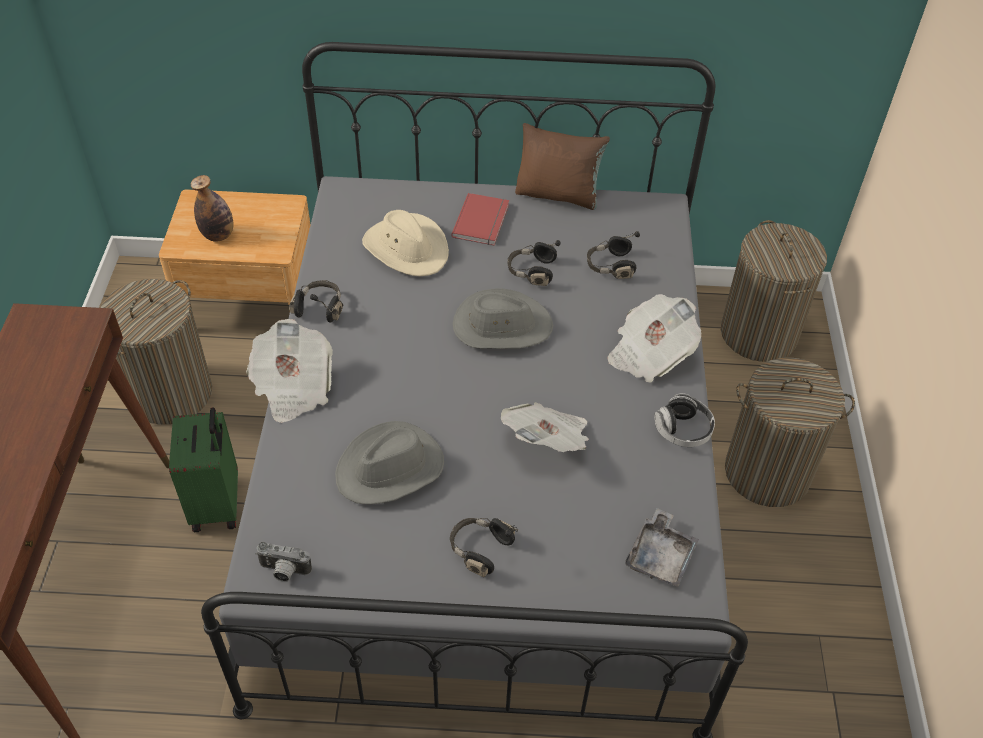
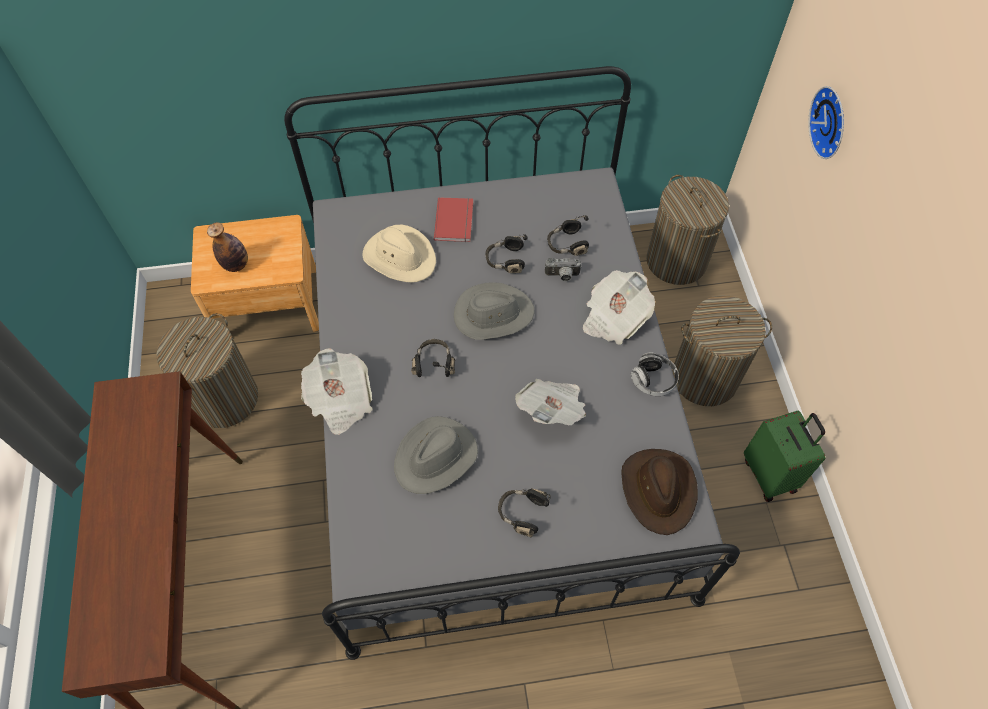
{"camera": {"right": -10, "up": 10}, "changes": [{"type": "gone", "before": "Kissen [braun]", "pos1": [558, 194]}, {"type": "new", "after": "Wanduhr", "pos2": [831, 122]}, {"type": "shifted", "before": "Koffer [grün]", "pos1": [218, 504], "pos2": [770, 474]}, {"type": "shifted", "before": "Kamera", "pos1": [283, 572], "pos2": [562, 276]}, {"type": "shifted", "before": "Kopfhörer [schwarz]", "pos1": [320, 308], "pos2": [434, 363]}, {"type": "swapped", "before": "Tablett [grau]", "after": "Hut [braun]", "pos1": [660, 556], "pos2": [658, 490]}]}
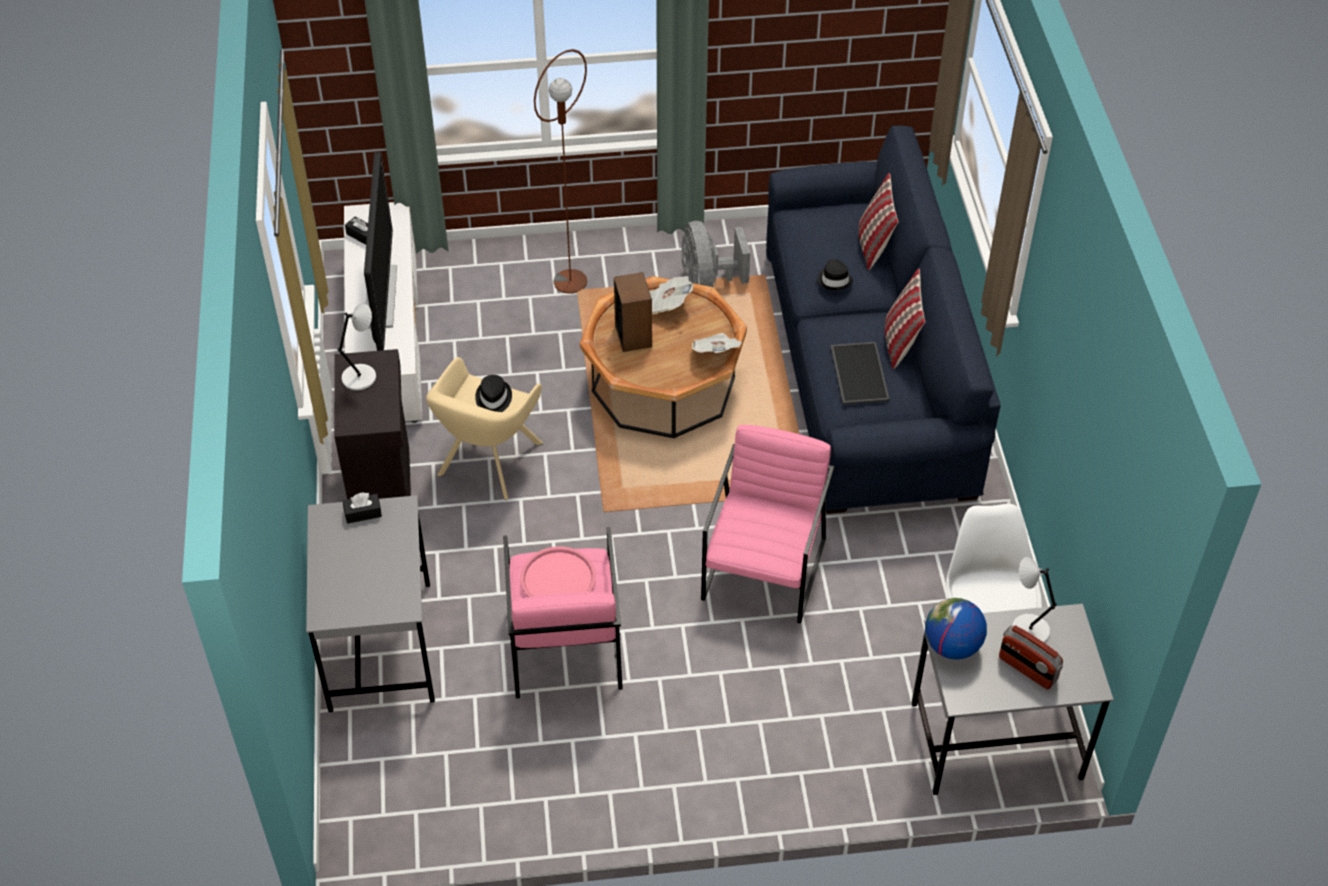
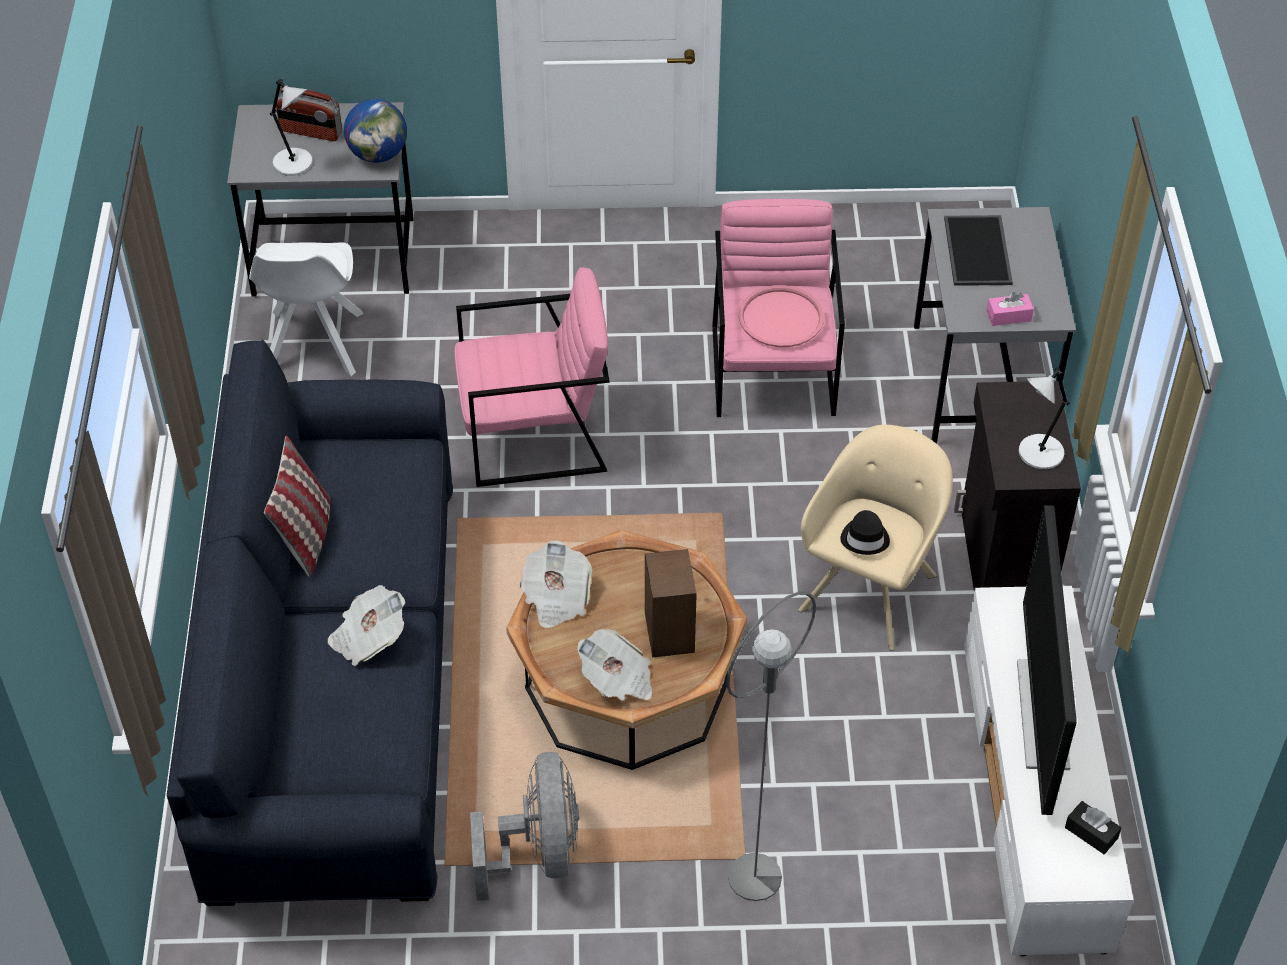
{"camera": {"right": -175, "up": 0}, "changes": [{"type": "gone", "before": "Kissen", "pos1": [873, 245]}, {"type": "shifted", "before": "Tablett", "pos1": [857, 373], "pos2": [979, 251]}, {"type": "swapped", "before": "Hut [schwarz]", "after": "Zeitung", "pos1": [834, 280], "pos2": [368, 638]}, {"type": "repainted", "before": "Taschentuchbox [schwarz]", "after": "Taschentuchbox [rosa]", "pos1": [363, 513], "pos2": [1008, 316]}, {"type": "repainted", "before": "Stehlampe [braun]", "after": "Stehlampe [grau]", "pos1": [570, 281], "pos2": [754, 877]}, {"type": "rotated", "before": "Sessel [rosa]", "pos1": [765, 569], "pos2": [535, 435], "turn": -120}, {"type": "rotated", "before": "Radio", "pos1": [1027, 669], "pos2": [311, 132], "turn": 150}]}
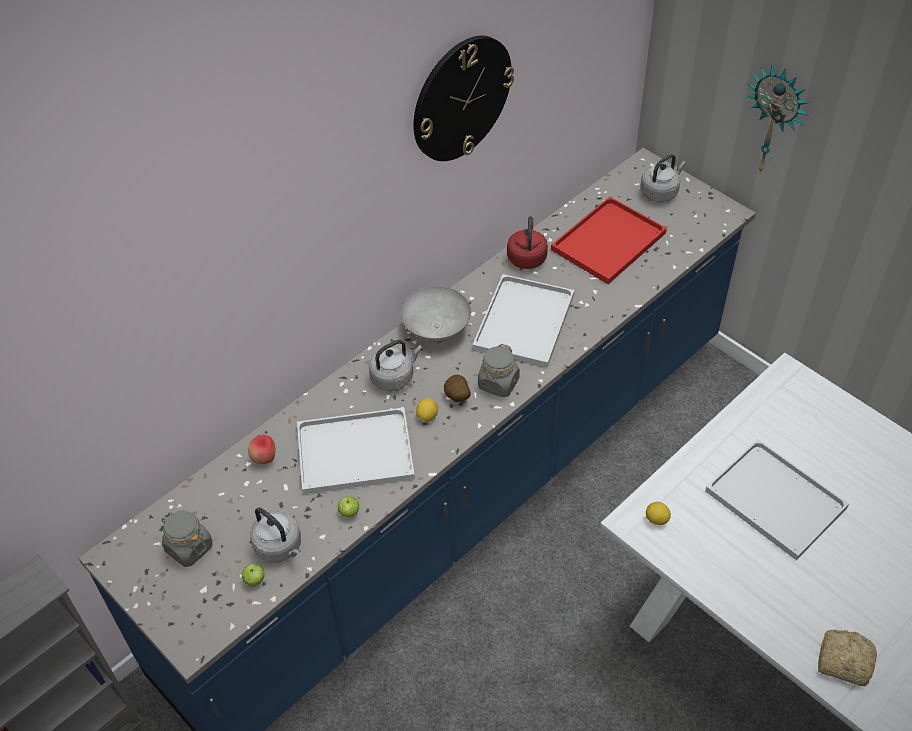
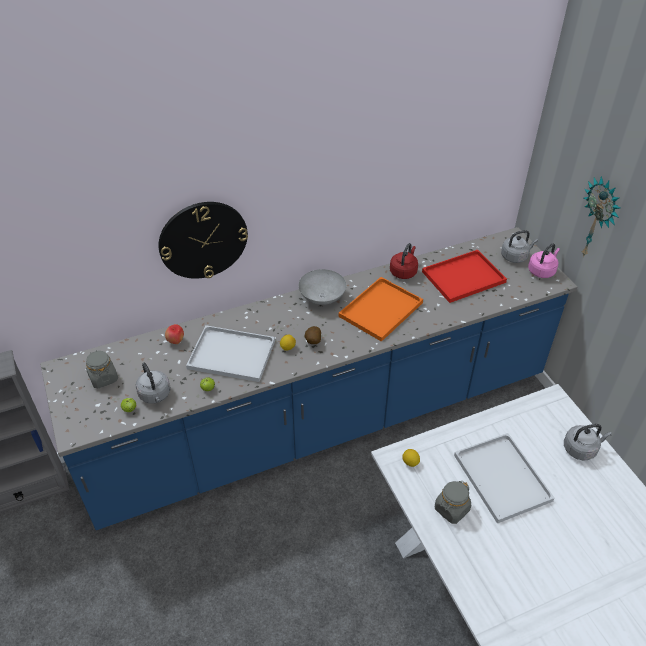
{"camera": {"right": 20, "up": -5}, "changes": [{"type": "gone", "before": "Brot", "pos1": [842, 660]}, {"type": "new", "after": "Wasserkessel [rosa]", "pos2": [542, 271]}, {"type": "shifted", "before": "Wasserkessel [grau]", "pos1": [394, 377], "pos2": [581, 449]}, {"type": "shifted", "before": "Wanduhr", "pos1": [461, 98], "pos2": [203, 240]}, {"type": "shifted", "before": "Vorratsglas [grau]", "pos1": [498, 383], "pos2": [451, 509]}, {"type": "repainted", "before": "Tablett [weiß]", "after": "Tablett [orange]", "pos1": [524, 323], "pos2": [380, 311]}]}
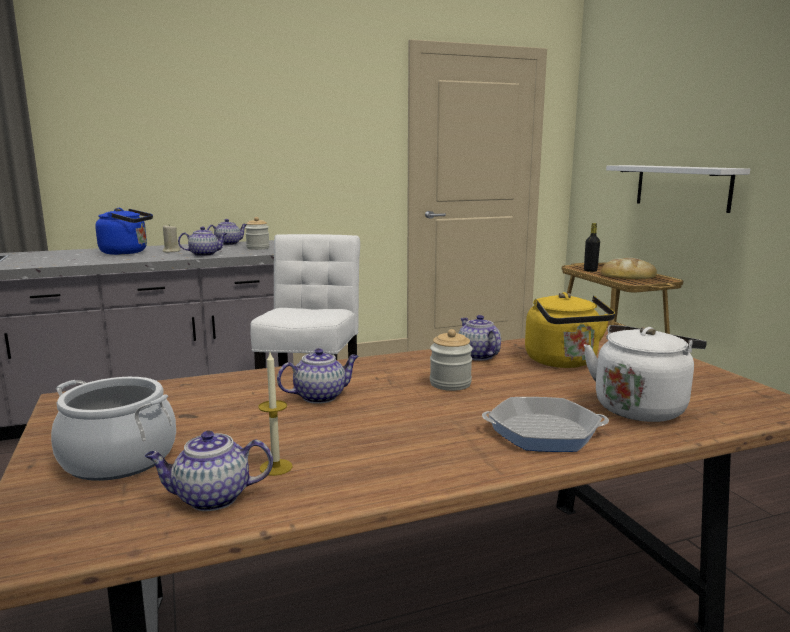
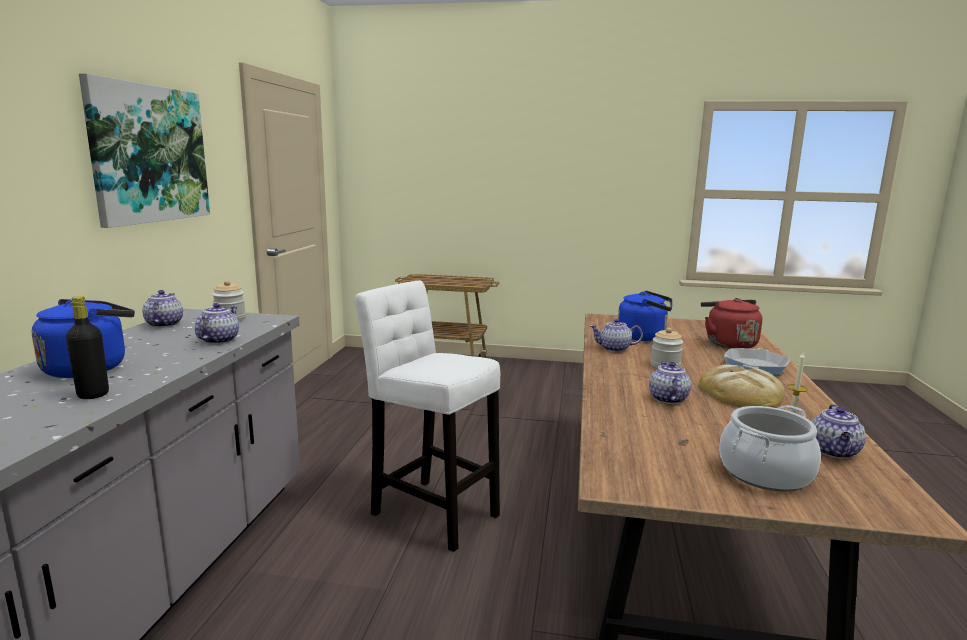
{"camera": {"right": -60, "up": 0}, "changes": [{"type": "gone", "before": "Kerze [beige]", "pos1": [171, 251]}, {"type": "gone", "before": "Wandregal [weiß]", "pos1": [682, 187]}, {"type": "new", "after": "Bild", "pos2": [149, 154]}, {"type": "shifted", "before": "Flasche [schwarz]", "pos1": [590, 270], "pos2": [93, 394]}, {"type": "shifted", "before": "Brot", "pos1": [628, 274], "pos2": [741, 393]}, {"type": "repainted", "before": "Wasserkessel [gelb]", "after": "Wasserkessel [blau]", "pos1": [564, 362], "pos2": [644, 337]}, {"type": "repainted", "before": "Wasserkessel [weiß]", "after": "Wasserkessel [rot]", "pos1": [640, 407], "pos2": [728, 344]}]}
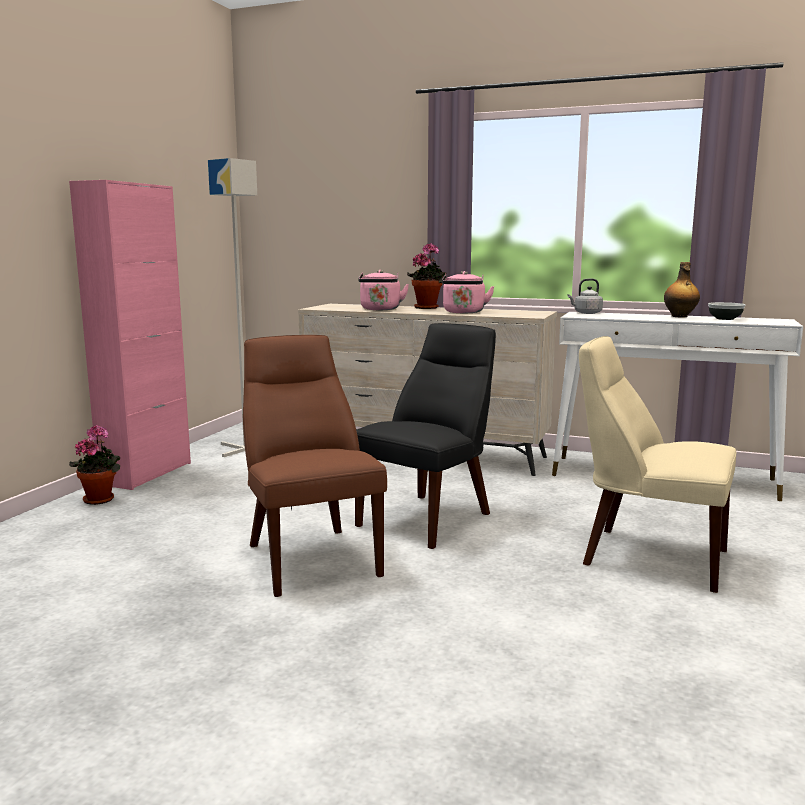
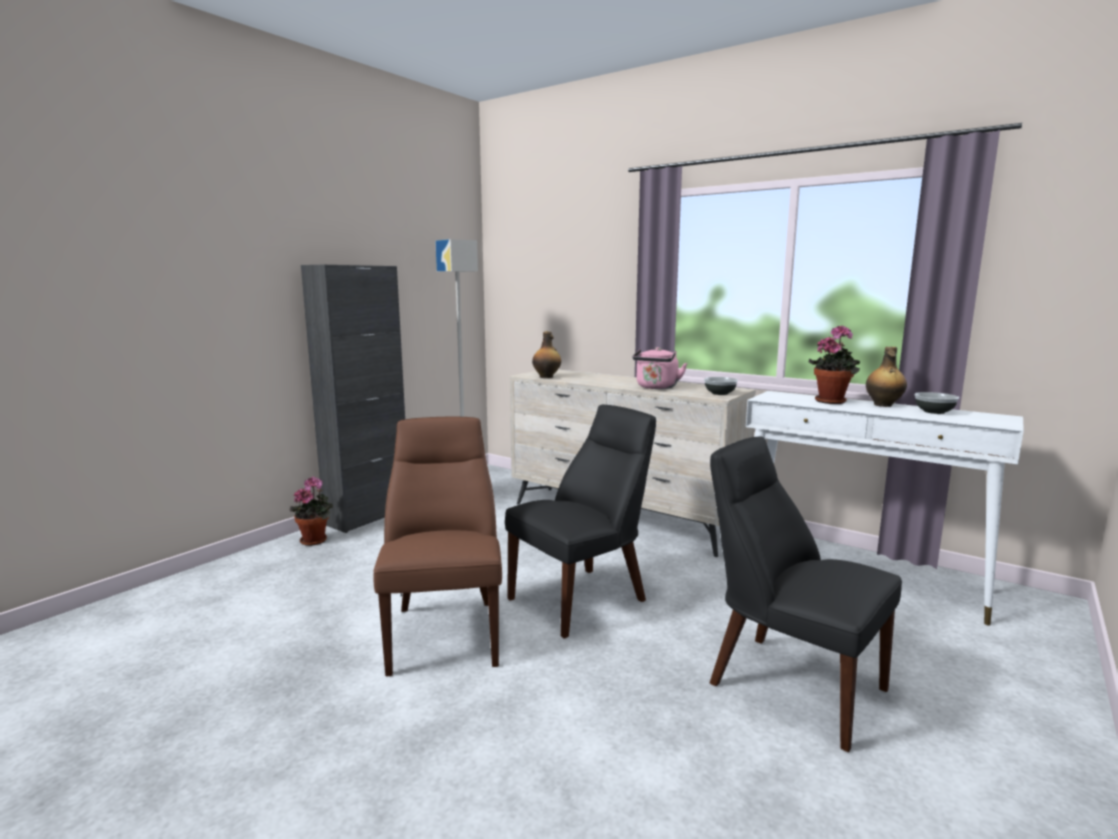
{"camera": {"right": 15, "up": 0}, "changes": [{"type": "gone", "before": "Wasserkessel [rosa]", "pos1": [380, 309]}, {"type": "gone", "before": "Wasserkessel [grau]", "pos1": [586, 313]}, {"type": "new", "after": "Flasche", "pos2": [547, 377]}, {"type": "new", "after": "Schüssel", "pos2": [720, 393]}, {"type": "shifted", "before": "Topfpflanze", "pos1": [428, 307], "pos2": [832, 401]}, {"type": "repainted", "before": "Schrank [rosa]", "after": "Schrank [schwarz]", "pos1": [146, 473], "pos2": [368, 516]}, {"type": "repainted", "before": "Stuhl [beige]", "after": "Stuhl [schwarz]", "pos1": [647, 556], "pos2": [789, 683]}]}
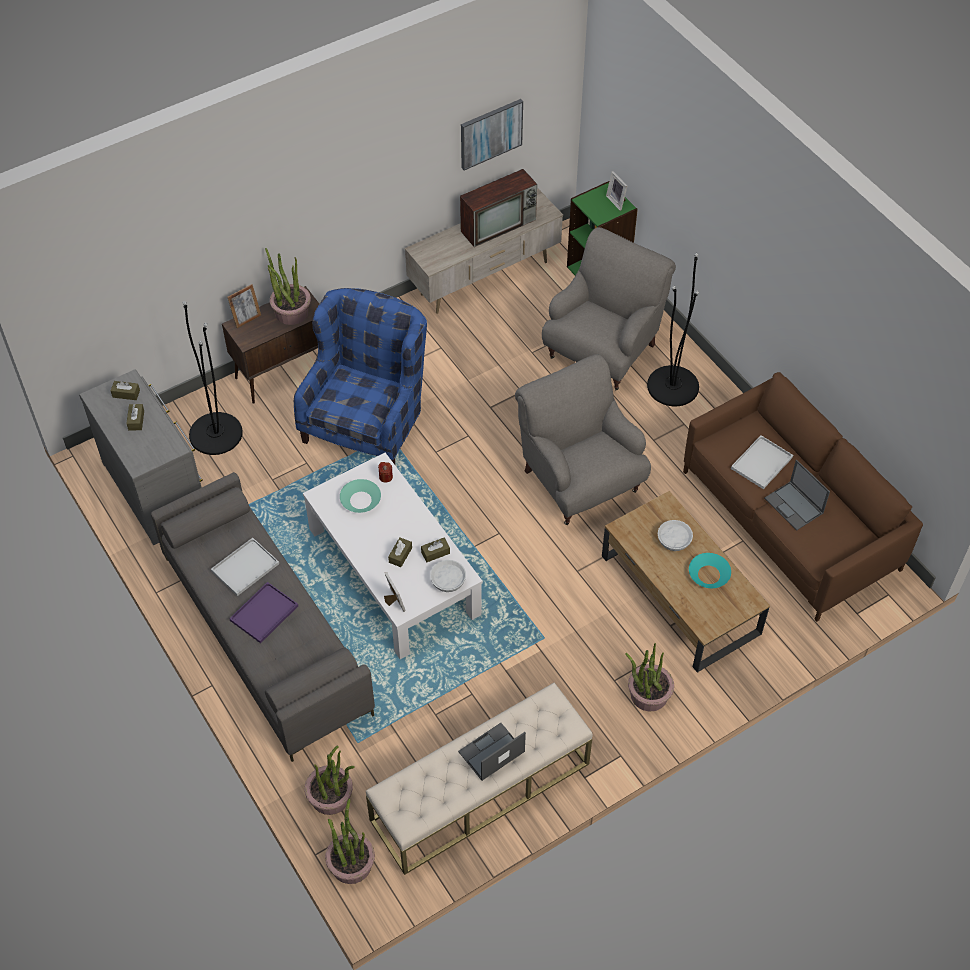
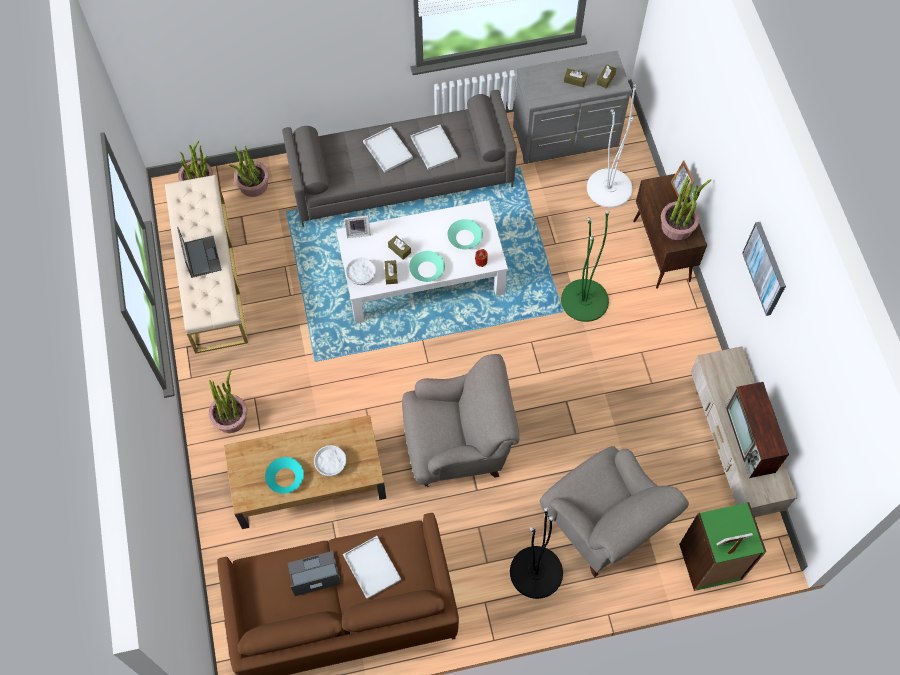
{"camera": {"right": 110, "up": 10}, "changes": [{"type": "new", "after": "Schüssel [türkis]", "pos2": [427, 269]}, {"type": "shifted", "before": "Bild", "pos1": [490, 133], "pos2": [765, 268]}, {"type": "swapped", "before": "Sessel [blau]", "after": "Stehlampe [grün]", "pos1": [368, 420], "pos2": [584, 300]}, {"type": "repainted", "before": "Stehlampe [schwarz]", "after": "Stehlampe [weiß]", "pos1": [215, 433], "pos2": [609, 188]}, {"type": "repainted", "before": "Tablett [lila]", "after": "Tablett [weiß]", "pos1": [263, 614], "pos2": [387, 149]}]}
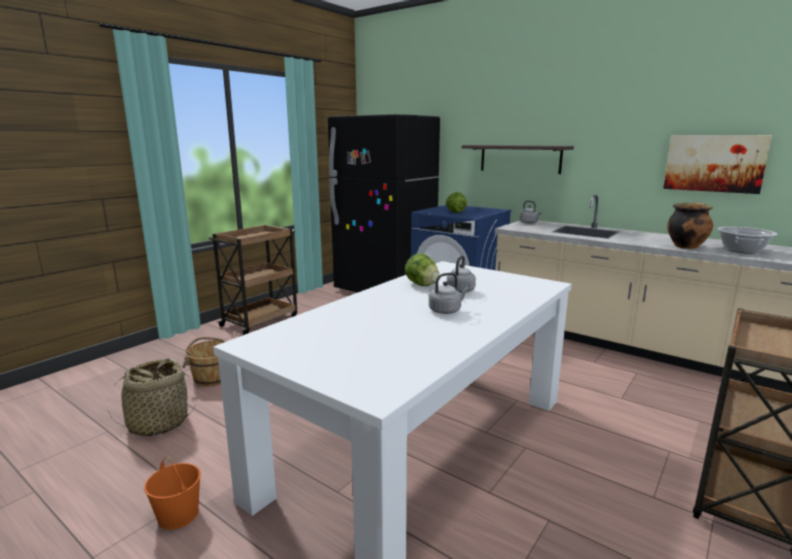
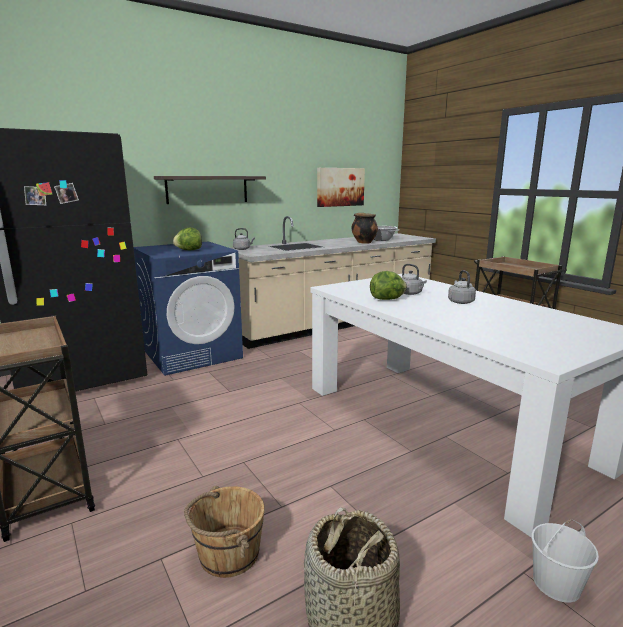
{"camera": {"right": -70, "up": 0}, "changes": [{"type": "repainted", "before": "Eimer [orange]", "after": "Eimer [weiß]", "pos1": [177, 514], "pos2": [556, 584]}]}
